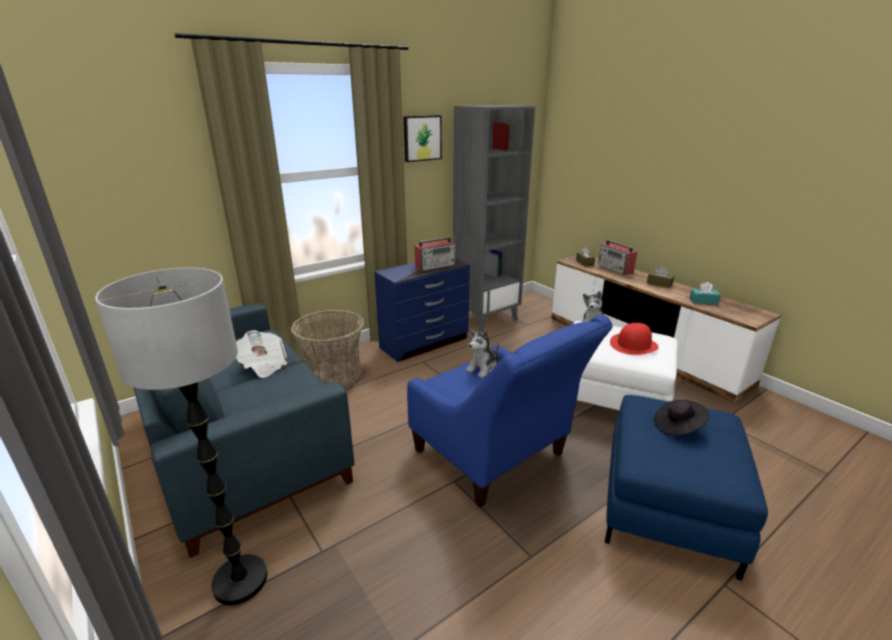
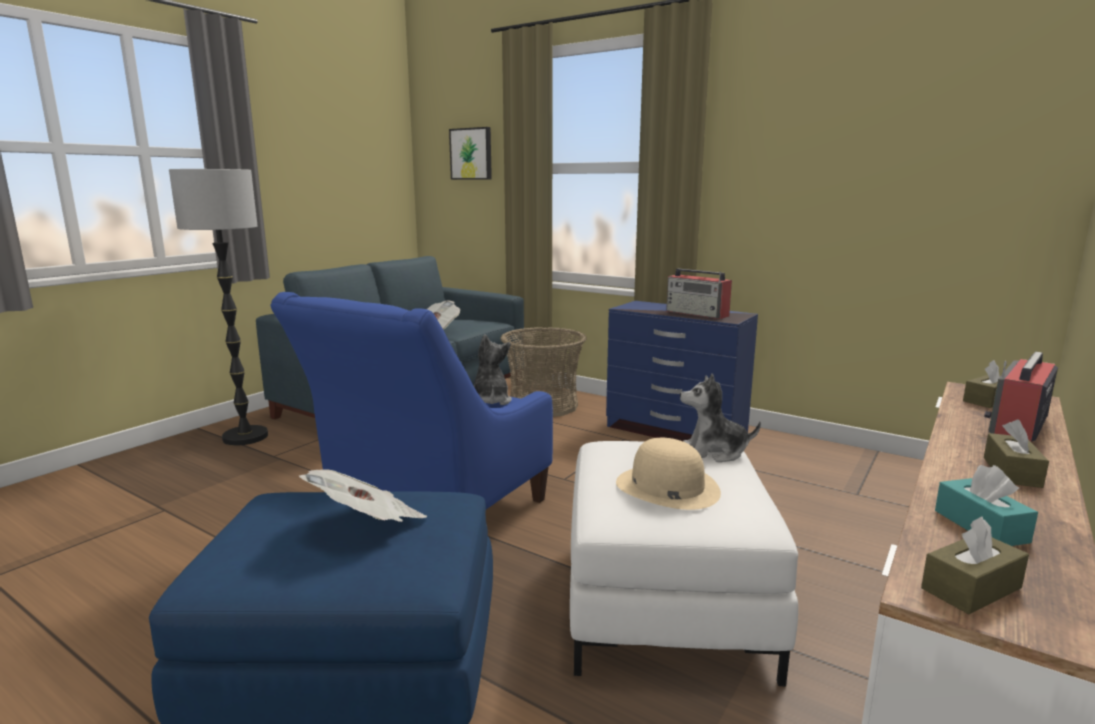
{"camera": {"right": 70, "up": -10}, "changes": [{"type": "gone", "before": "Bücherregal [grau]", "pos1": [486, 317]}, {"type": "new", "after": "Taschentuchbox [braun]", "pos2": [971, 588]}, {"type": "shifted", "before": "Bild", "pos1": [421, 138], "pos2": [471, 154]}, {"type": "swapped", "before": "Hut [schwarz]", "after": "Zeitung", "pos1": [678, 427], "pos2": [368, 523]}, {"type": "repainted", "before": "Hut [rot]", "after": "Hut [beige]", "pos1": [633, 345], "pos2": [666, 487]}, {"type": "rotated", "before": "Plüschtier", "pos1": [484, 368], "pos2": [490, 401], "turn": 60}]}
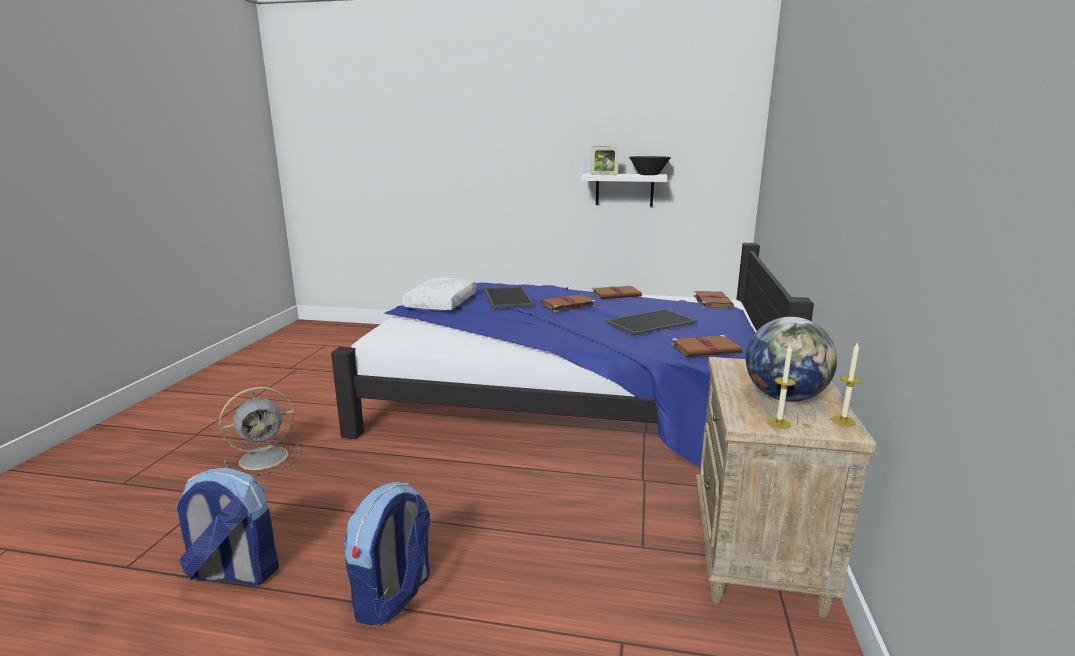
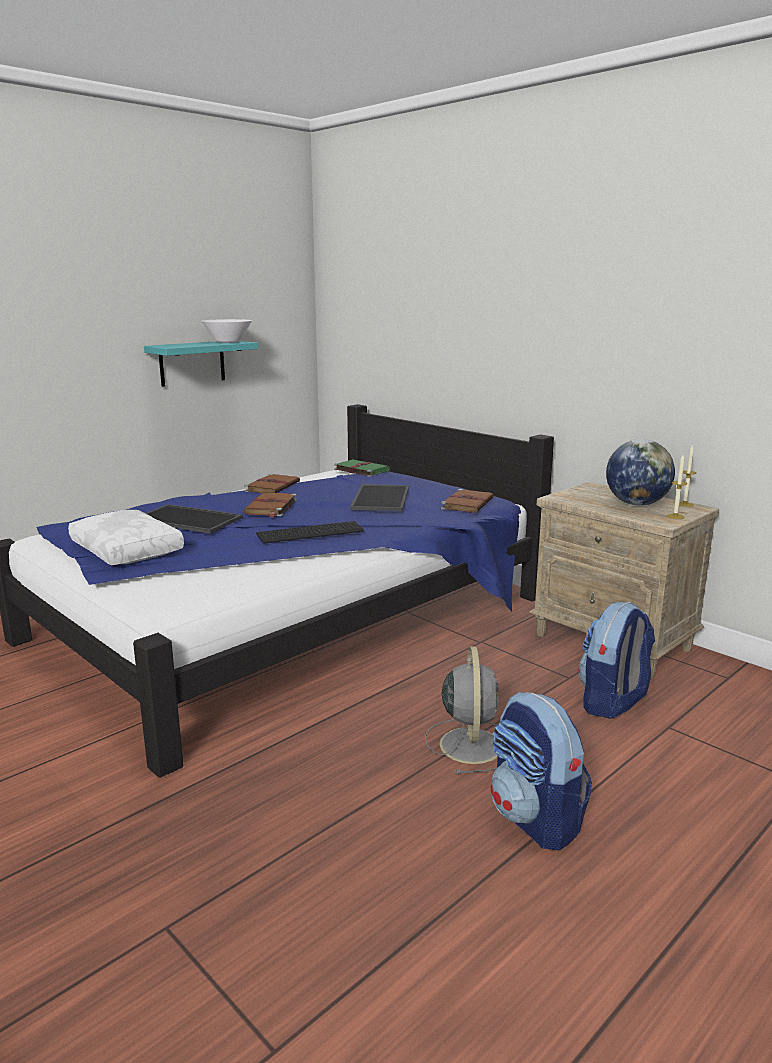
{"camera": {"right": -55, "up": 0}, "changes": [{"type": "gone", "before": "Bilderrahmen", "pos1": [604, 175]}, {"type": "new", "after": "Tastatur", "pos2": [308, 532]}, {"type": "shifted", "before": "Rucksack", "pos1": [234, 573], "pos2": [612, 703]}, {"type": "shifted", "before": "Ventilator [grau]", "pos1": [266, 457], "pos2": [470, 744]}, {"type": "repainted", "before": "Wandregal [weiß]", "after": "Wandregal [türkis]", "pos1": [624, 189], "pos2": [192, 363]}, {"type": "repainted", "before": "Schüssel [schwarz]", "after": "Schüssel [weiß]", "pos1": [649, 174], "pos2": [228, 342]}, {"type": "repainted", "before": "Buch [braun]", "after": "Buch [grün]", "pos1": [712, 301], "pos2": [360, 470]}]}
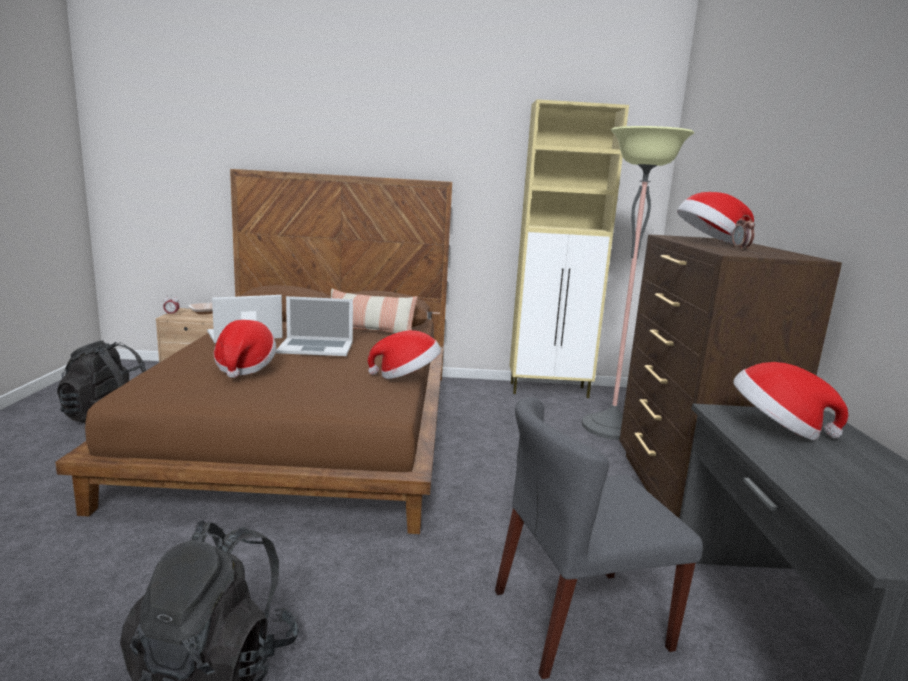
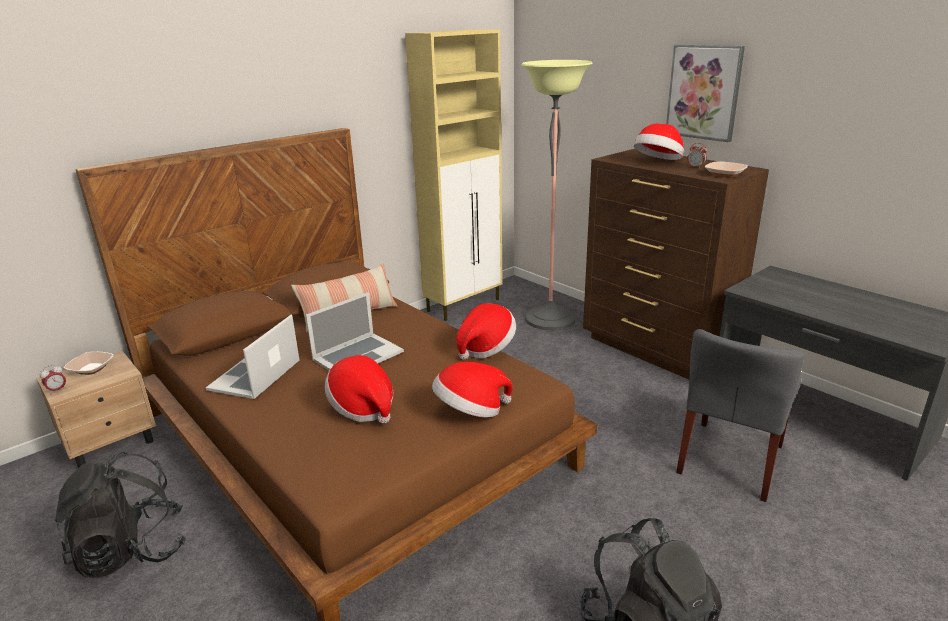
{"camera": {"right": -40, "up": 10}, "changes": [{"type": "new", "after": "Bild", "pos2": [704, 92]}, {"type": "new", "after": "Schüssel", "pos2": [725, 174]}, {"type": "shifted", "before": "Hut", "pos1": [777, 429], "pos2": [470, 411]}]}
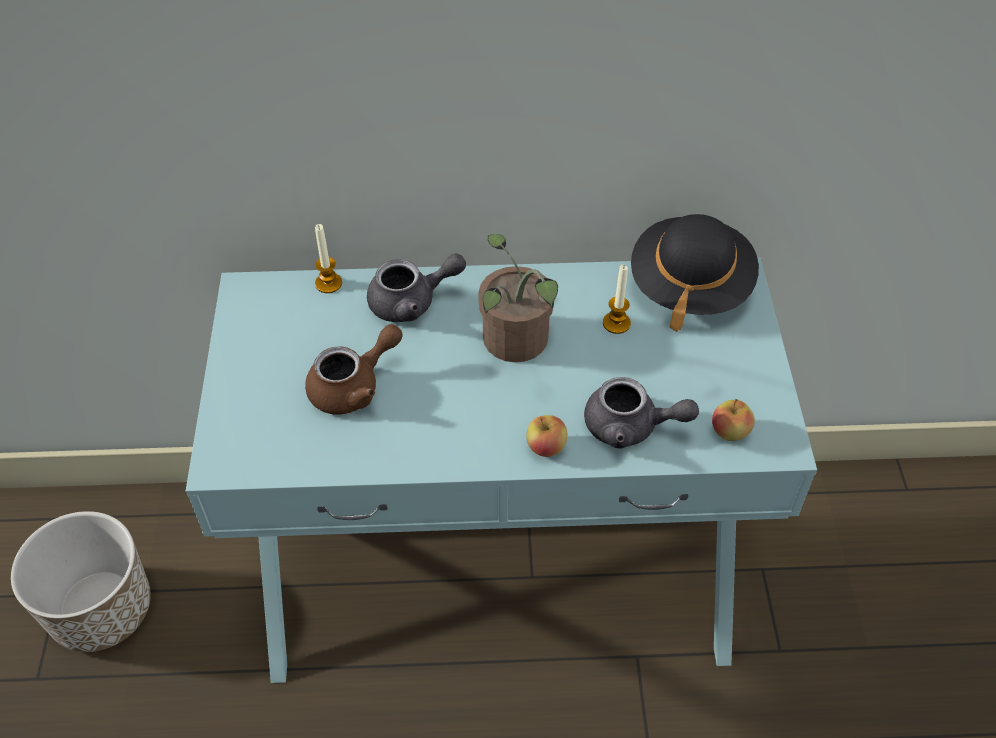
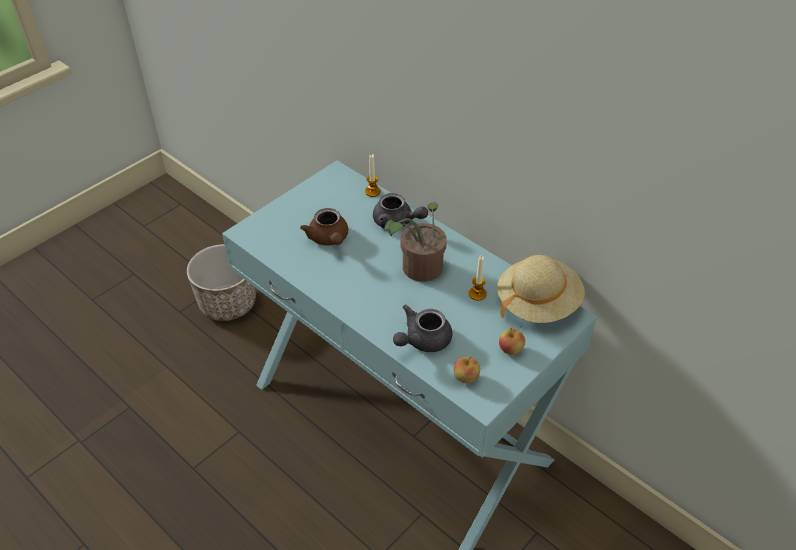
{"camera": {"right": 45, "up": -5}, "changes": [{"type": "shifted", "before": "Apfel", "pos1": [546, 447], "pos2": [510, 349]}, {"type": "repainted", "before": "Hut [schwarz]", "after": "Hut [beige]", "pos1": [689, 286], "pos2": [537, 303]}, {"type": "rotated", "before": "Teekanne [braun]", "pos1": [354, 387], "pos2": [329, 239], "turn": 60}, {"type": "rotated", "before": "Teekanne [grau]", "pos1": [631, 427], "pos2": [422, 340], "turn": 75}]}
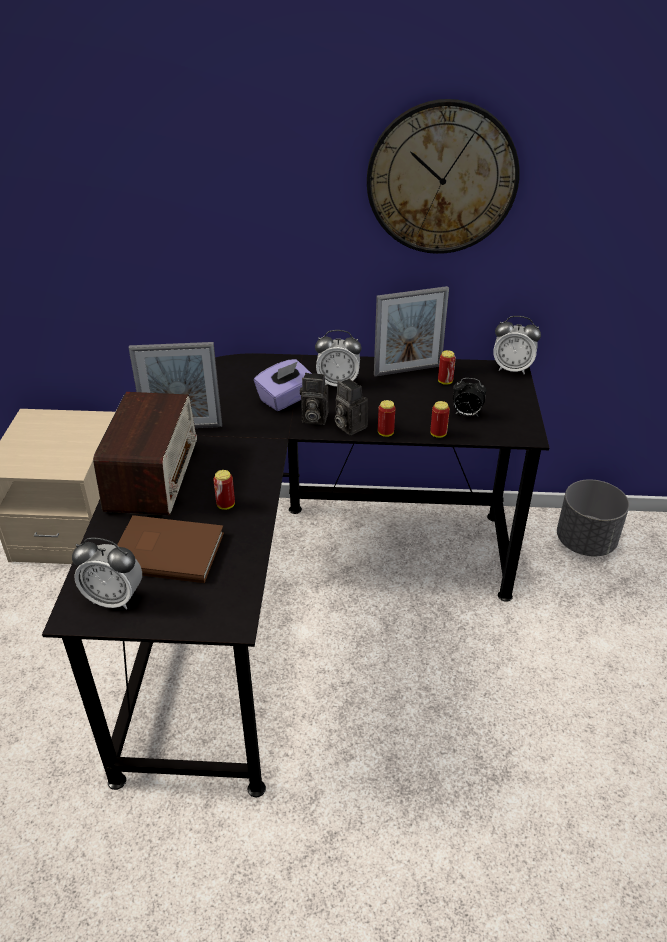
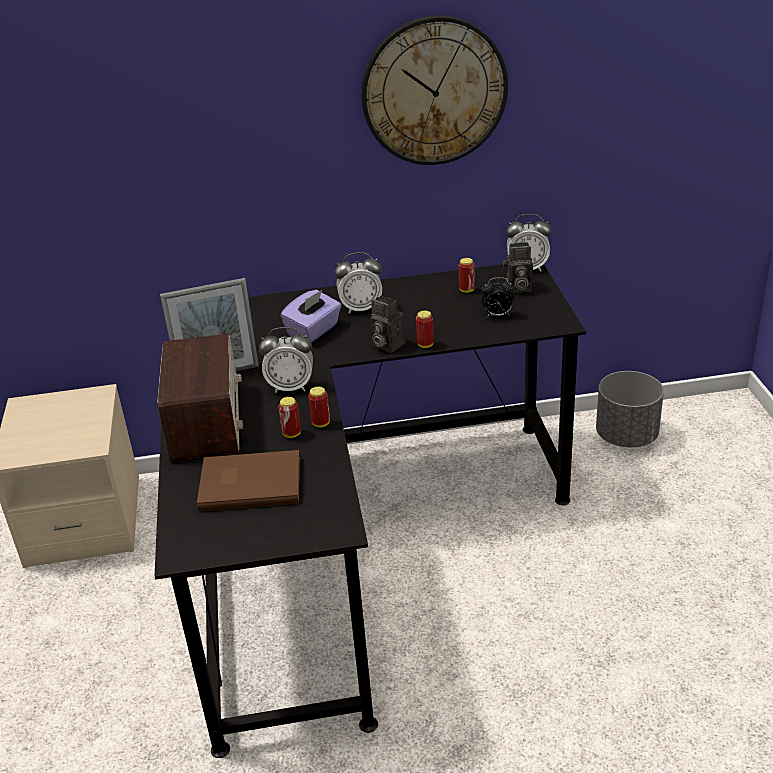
{"camera": {"right": -10, "up": -5}, "changes": [{"type": "gone", "before": "Bilderrahmen", "pos1": [407, 370]}, {"type": "shifted", "before": "Wecker", "pos1": [114, 599], "pos2": [290, 387]}, {"type": "shifted", "before": "Kamera", "pos1": [313, 418], "pos2": [517, 288]}, {"type": "shifted", "before": "Dose", "pos1": [438, 434], "pos2": [321, 423]}]}
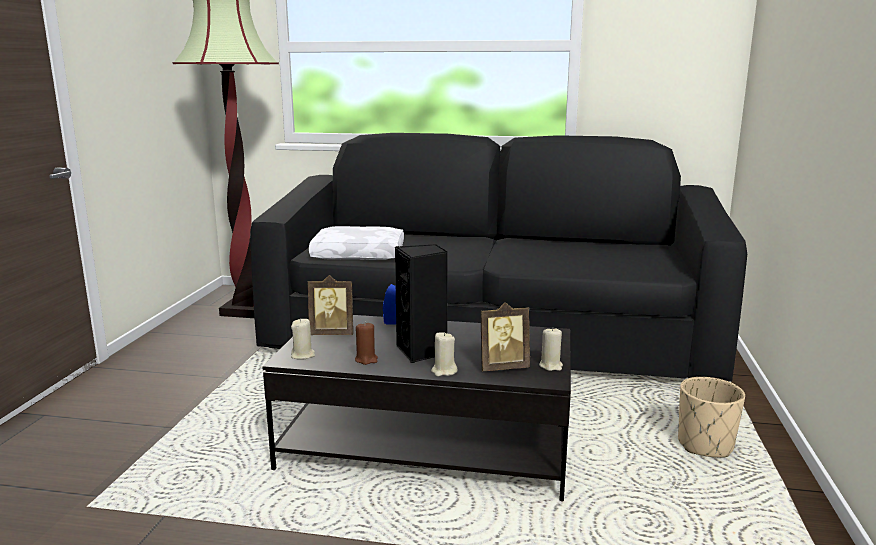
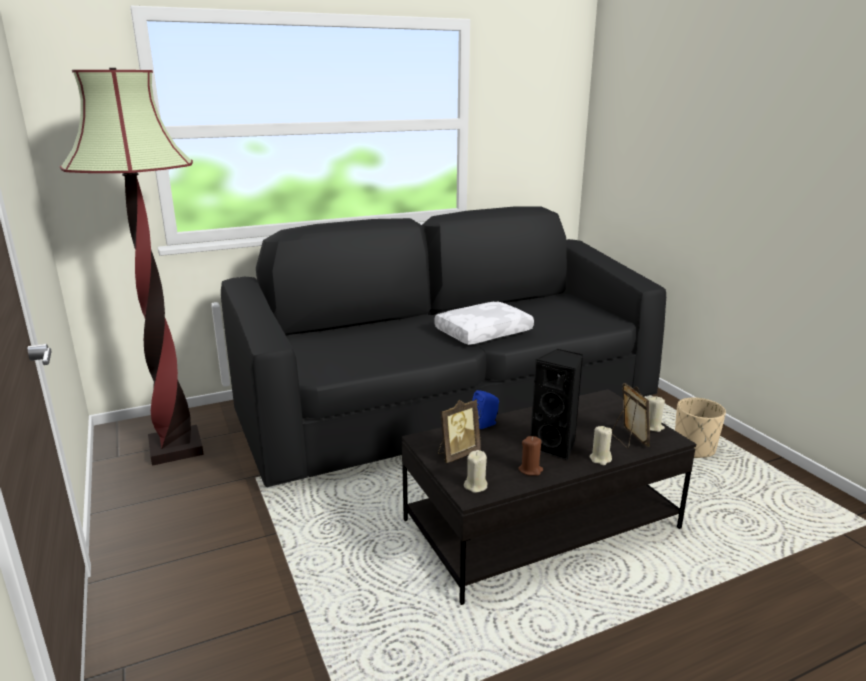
{"camera": {"right": -35, "up": 5}, "changes": [{"type": "shifted", "before": "Kissen [weiß]", "pos1": [359, 254], "pos2": [483, 332]}, {"type": "rotated", "before": "Bilderrahmen", "pos1": [502, 367], "pos2": [628, 440], "turn": -60}]}
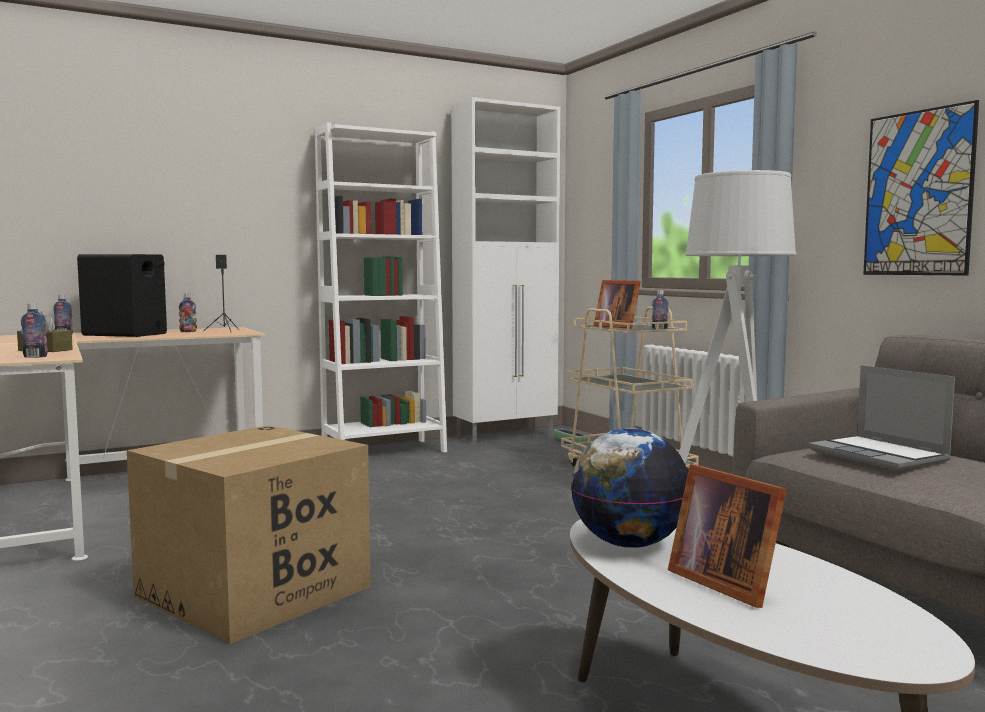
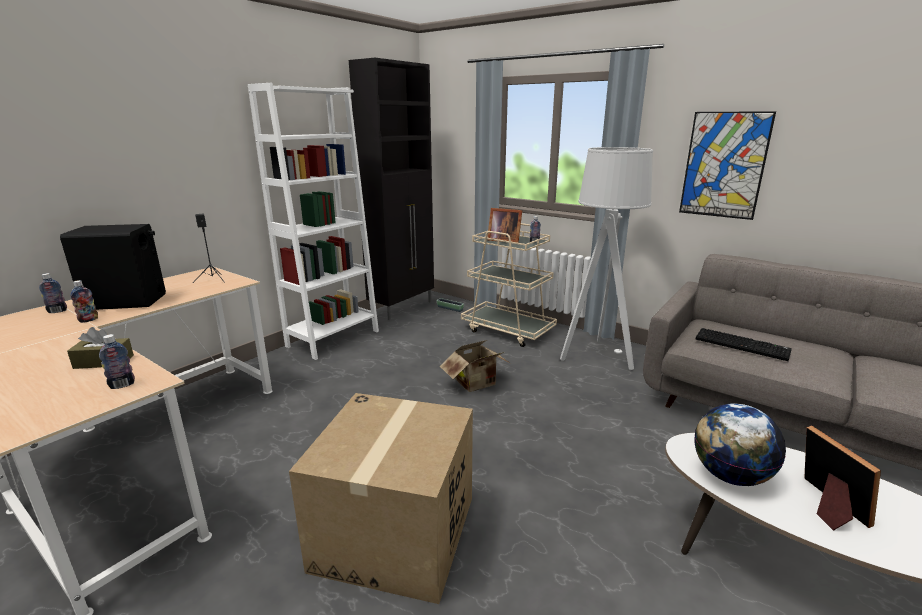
{"camera": {"right": -25, "up": 15}, "changes": [{"type": "new", "after": "Karton", "pos2": [477, 384]}, {"type": "shifted", "before": "Flasche", "pos1": [188, 331], "pos2": [88, 320]}, {"type": "swapped", "before": "Laptop", "after": "Tastatur", "pos1": [880, 456], "pos2": [743, 345]}, {"type": "repainted", "before": "Schrank [weiß]", "after": "Schrank [schwarz]", "pos1": [507, 436], "pos2": [402, 307]}, {"type": "rotated", "before": "Bilderrahmen", "pos1": [725, 582], "pos2": [827, 506], "turn": -135}]}
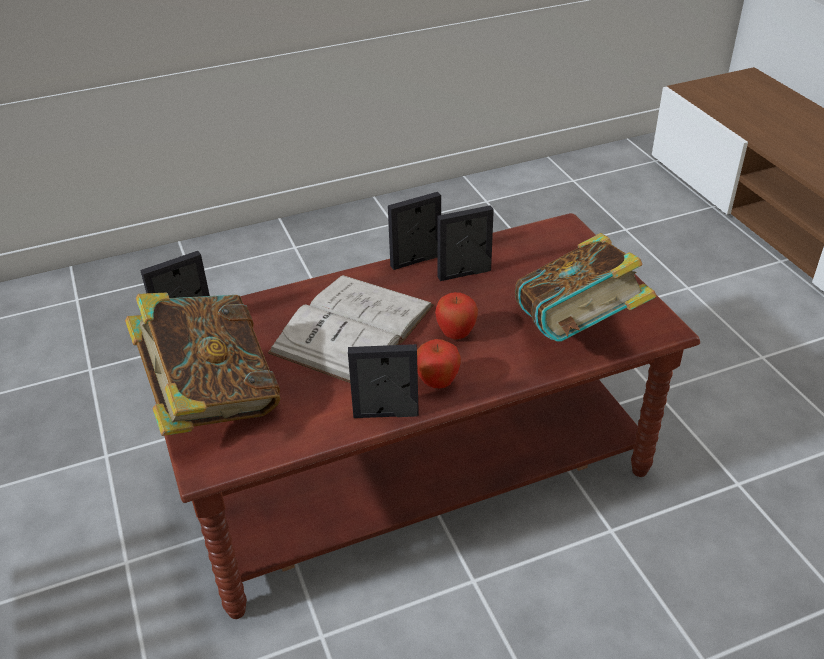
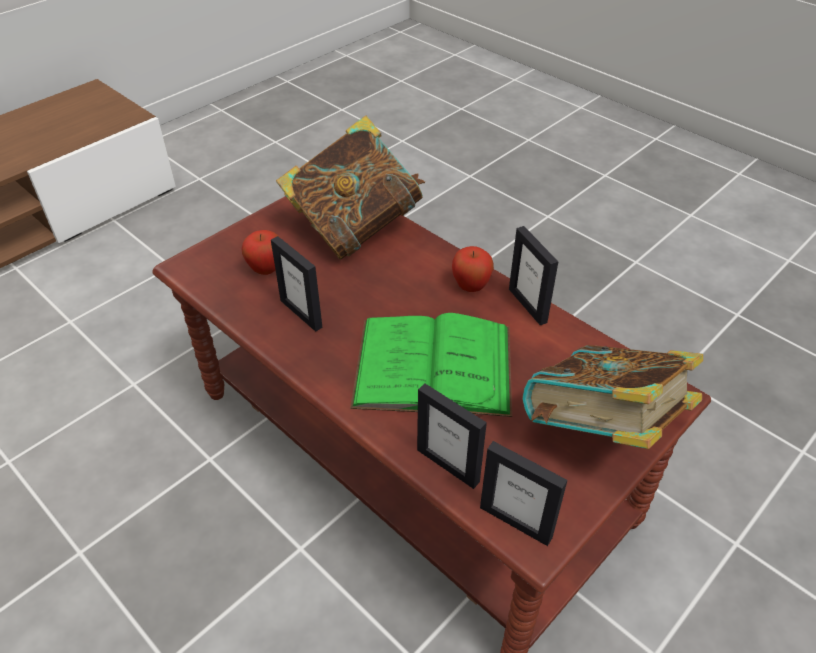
{"camera": {"right": -115, "up": 5}, "changes": [{"type": "shifted", "before": "Bilderrahmen", "pos1": [416, 261], "pos2": [448, 465]}, {"type": "shifted", "before": "Apfel", "pos1": [456, 334], "pos2": [266, 270]}, {"type": "repainted", "before": "Buch [weiß]", "after": "Buch [grün]", "pos1": [353, 329], "pos2": [433, 366]}]}
